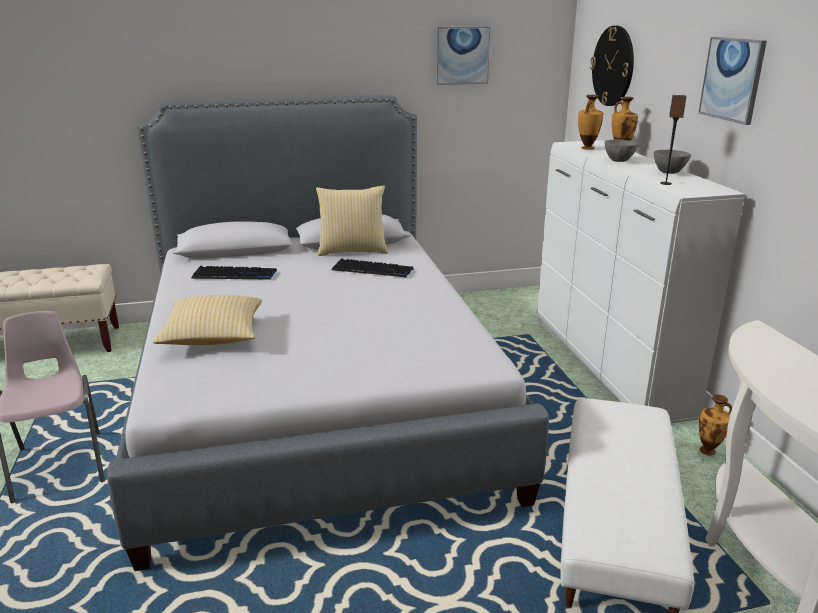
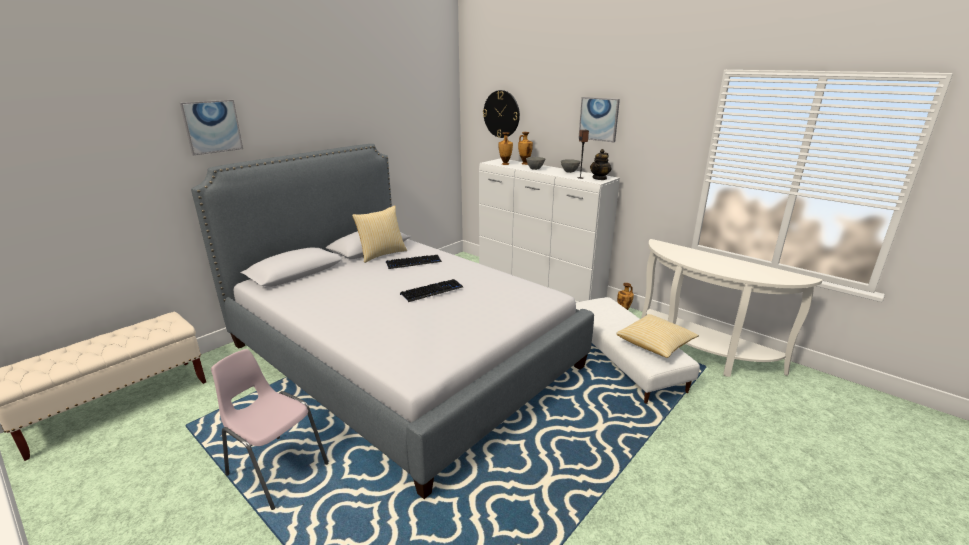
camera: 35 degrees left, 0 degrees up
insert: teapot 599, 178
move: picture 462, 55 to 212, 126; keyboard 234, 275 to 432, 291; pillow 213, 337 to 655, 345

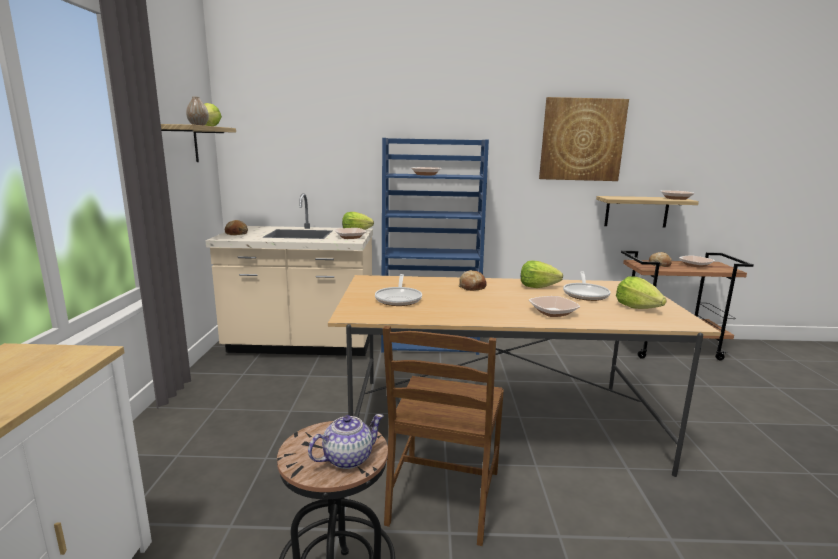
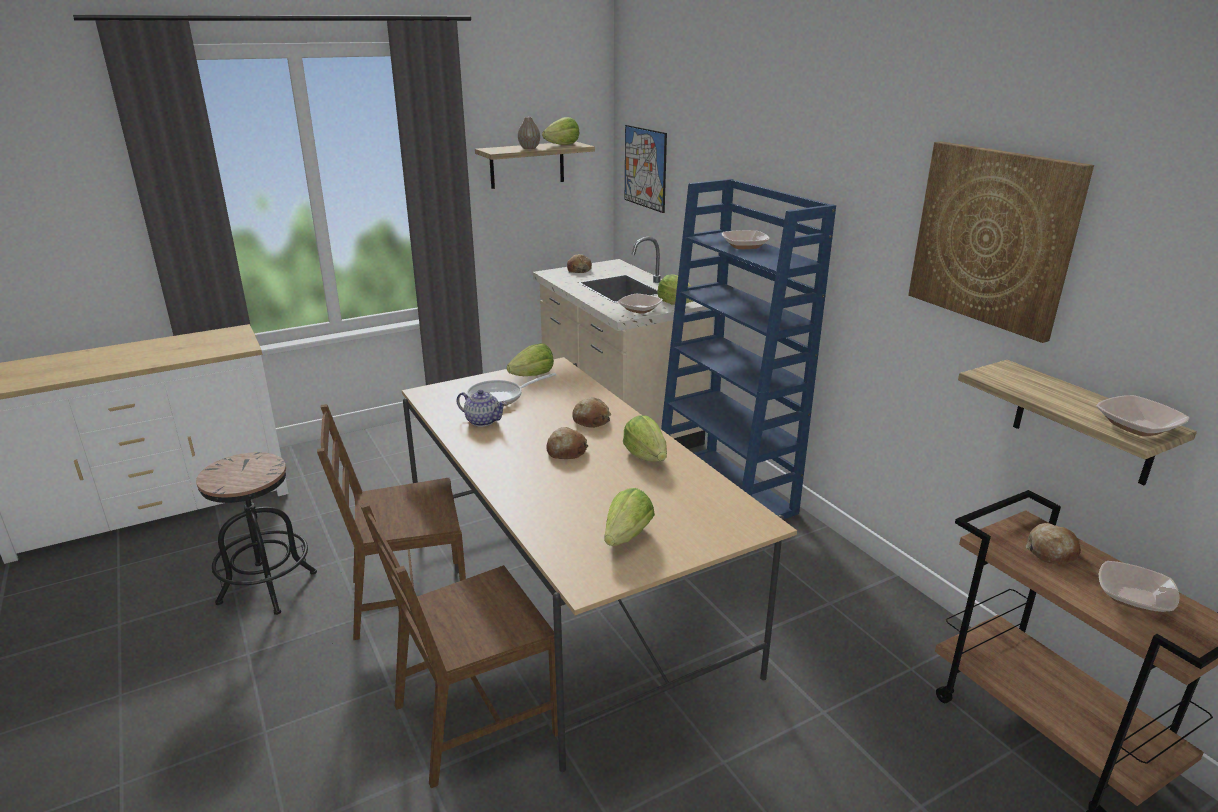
camera: 60 degrees right, 10 degrees up
delete: bowl 553, 312; frying pan 585, 294
insert: brown chair 474, 719; lettuce 533, 375; bread 566, 451; picture 645, 168
move: teapot 347, 458 to 482, 421

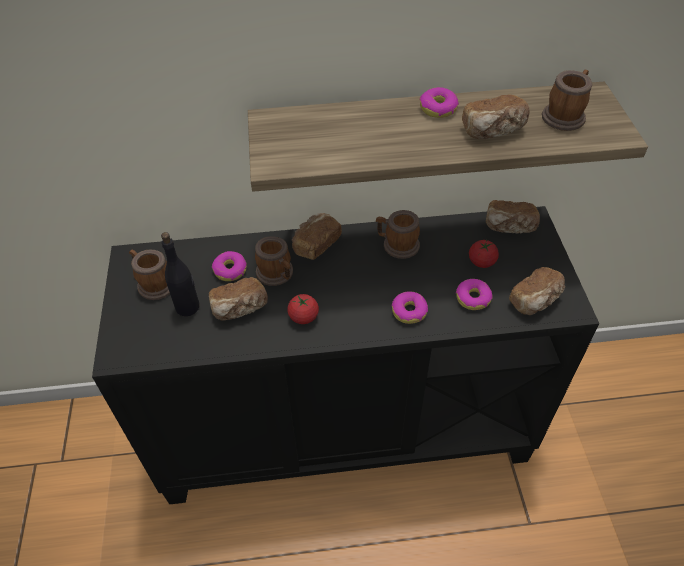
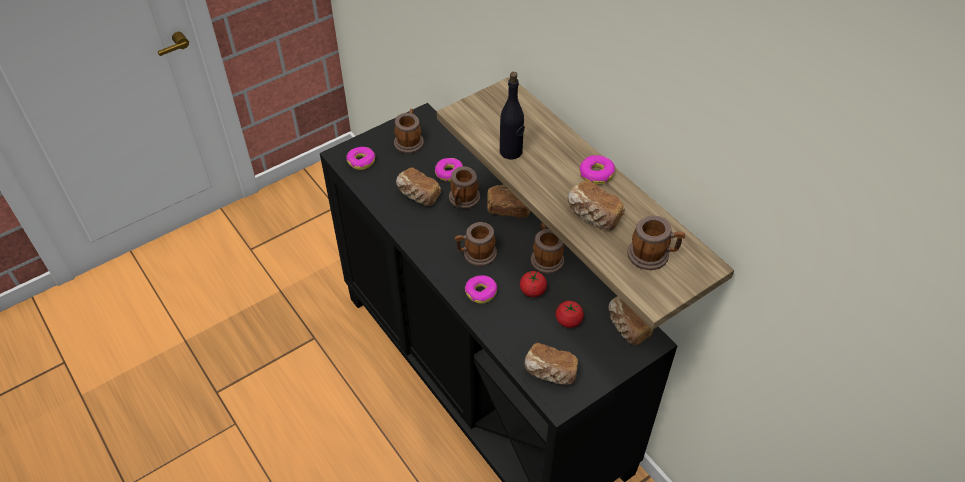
camera: 60 degrees right, 0 degrees up
insert: mug 476, 254
move: donut 473, 298 to 361, 161; black bottle 188, 307 to 511, 152; tomato 303, 317 to 532, 291

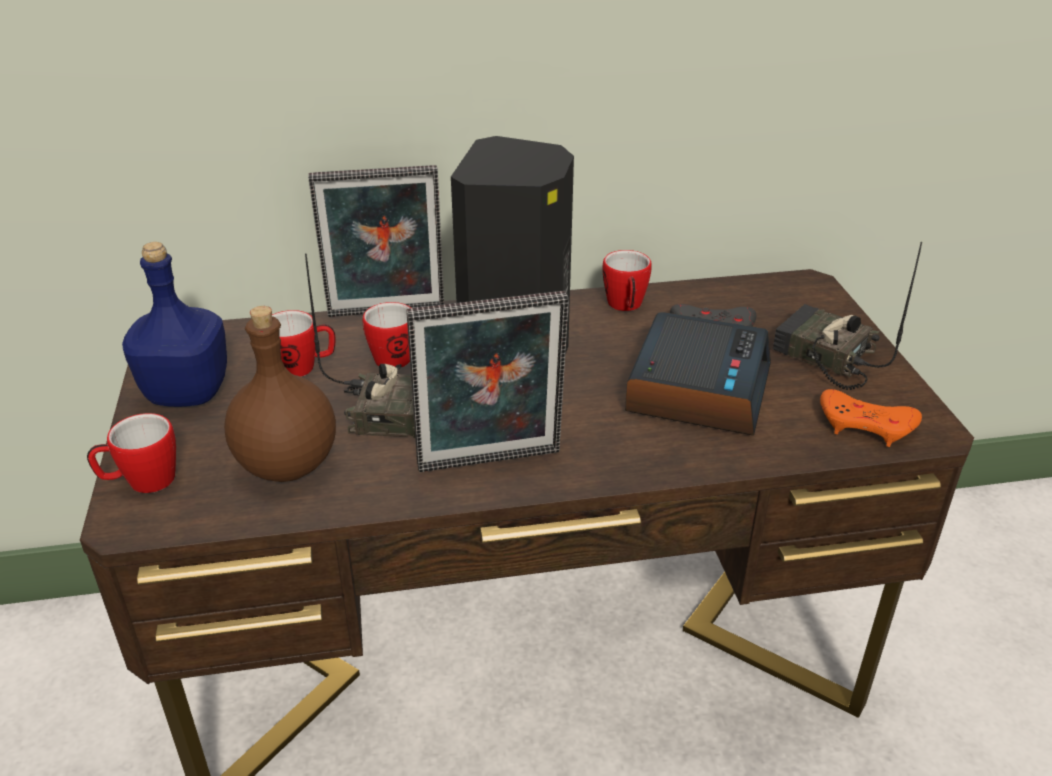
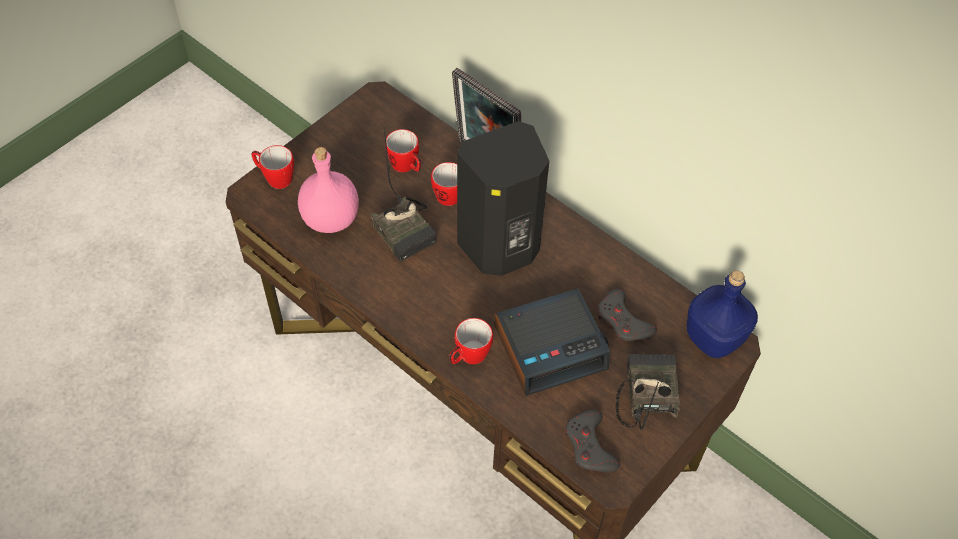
camera: 50 degrees right, 20 degrees up
delete: picture frame 490, 464
move: mug 625, 307 to 468, 356; blue bottle 189, 392 to 714, 339
recolor: brown bottle 288, 466 to pink bottle 330, 220; orange game controller 866, 424 to grey game controller 590, 446

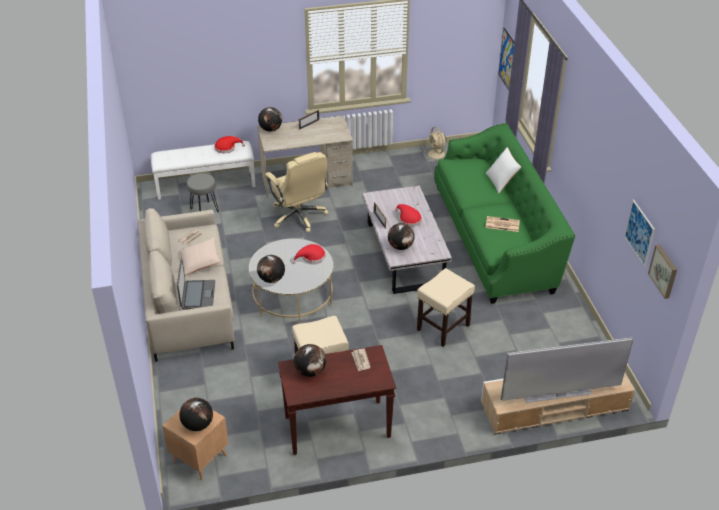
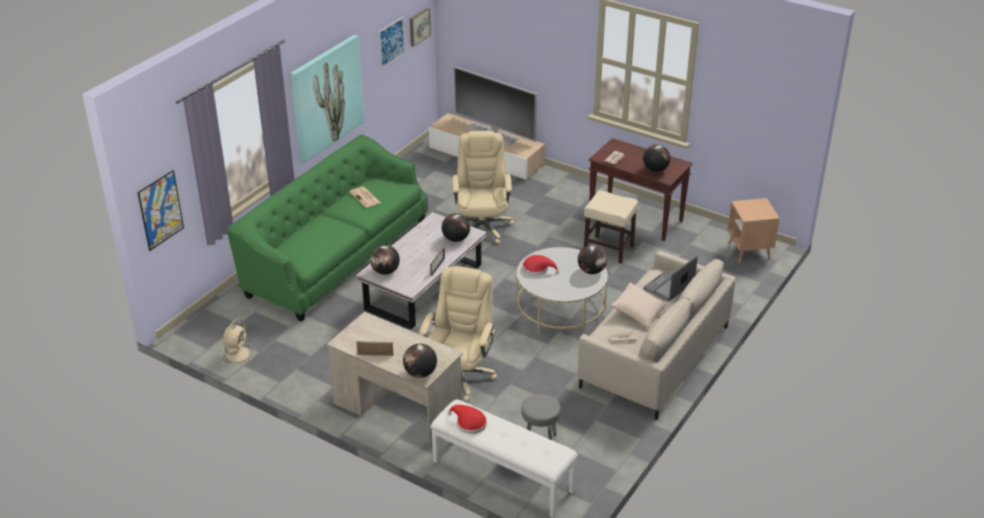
camera: 135 degrees left, 5 degrees down
delete: red hat 408, 219; white pillow 501, 181
insert: picture 326, 97
move: globe 197, 425 to 385, 271
replace: beige stool 443, 328 to beige office chair 482, 227

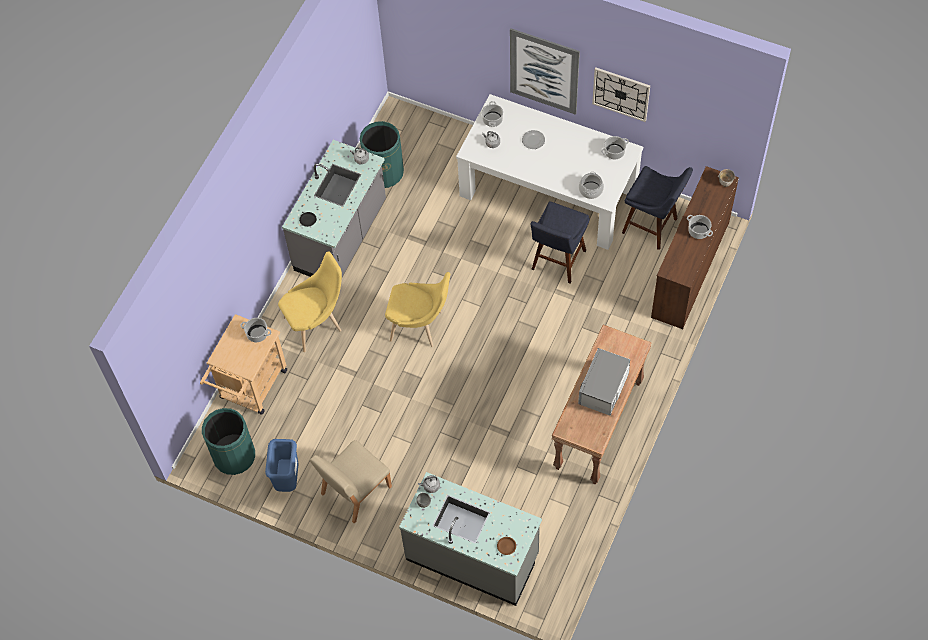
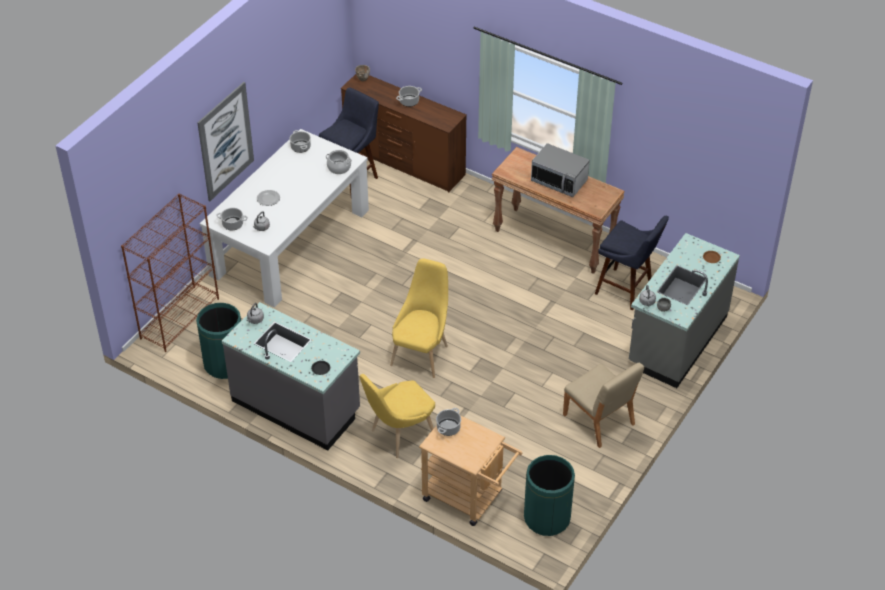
camera: 85 degrees left, 15 degrees down
delete: blue trash can 287, 479; wall clock 621, 94
insert: brown bookcase 180, 318
move: blue stool 557, 263 to 627, 290
rotate: yellow chair 316, 323 = 399, 435 105 degrees counterclockwise

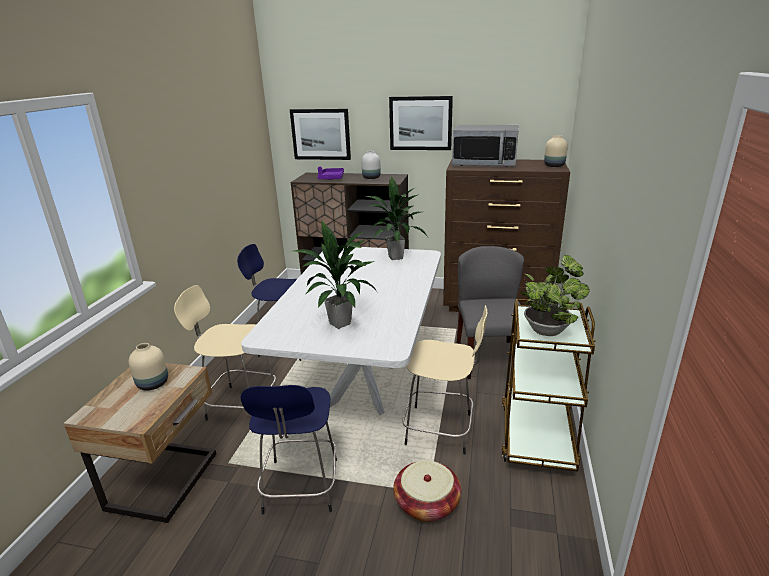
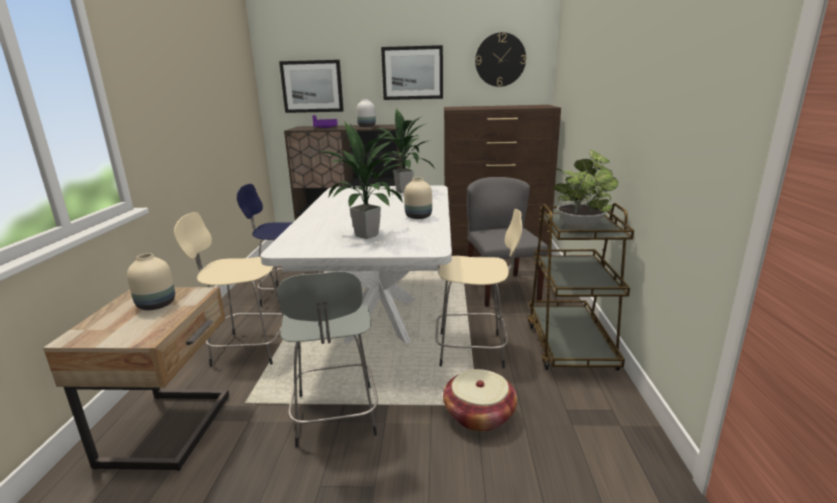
camera: 10 degrees left, 5 degrees down
delete: microwave 484, 164
insert: wall clock 500, 60
move: beige vase 554, 166 to 419, 217
recolor: blue stool 300, 488 to grey stool 336, 417

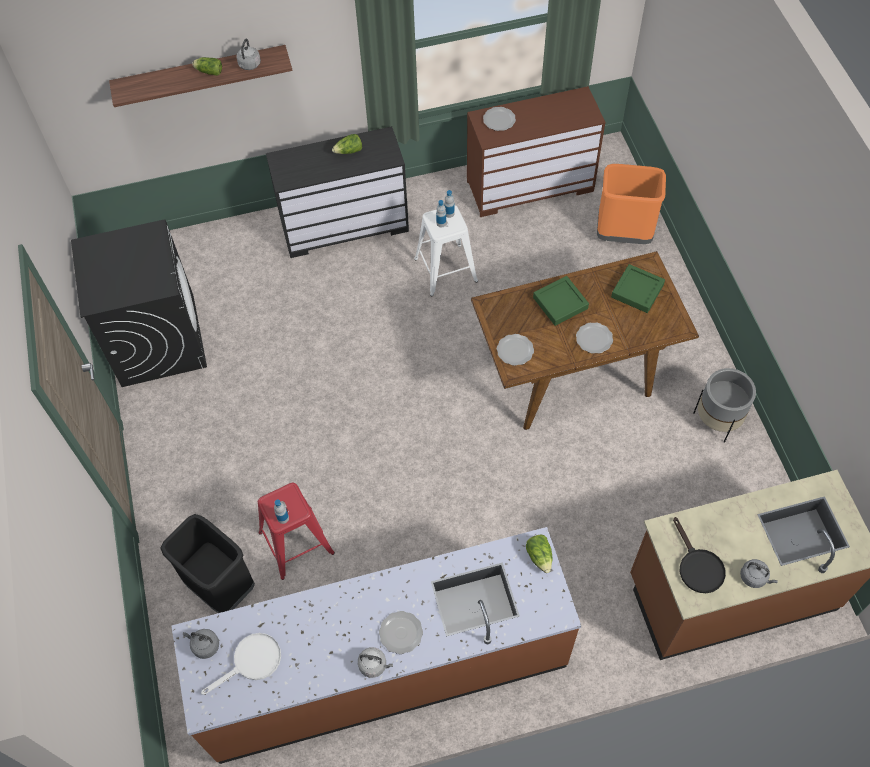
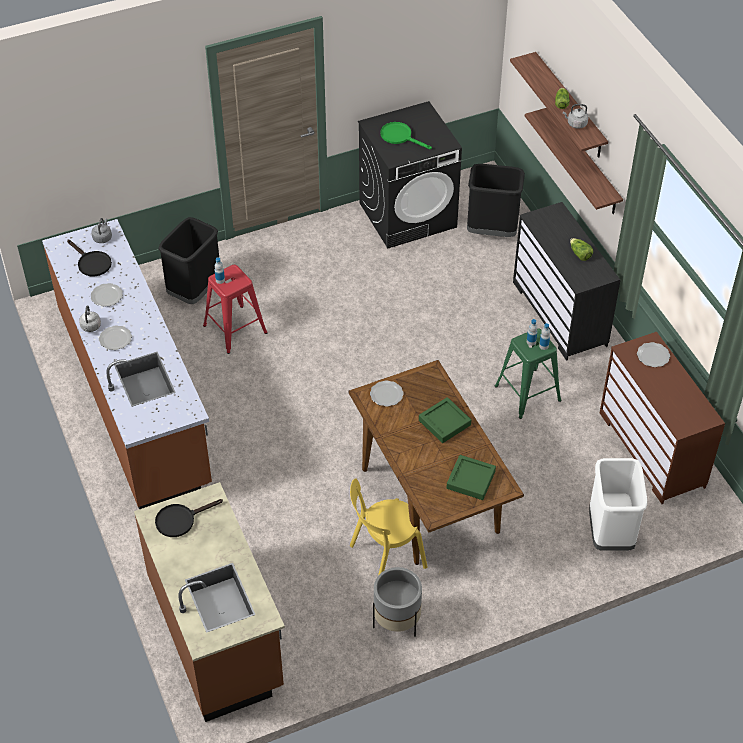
camera: 80 degrees right, 10 degrees down
delete: lettuce 540, 556; grey kettle 754, 577
insert: yellow chair 384, 558; green frying pan 400, 136; black trash can 492, 231; shelf 584, 162
move: plate 593, 339 to 107, 295
recolor: white frying pan 251, 662 to black frying pan 91, 263; white stool 446, 270 to green stool 527, 394; orange trash can 623, 234 to white trash can 610, 533

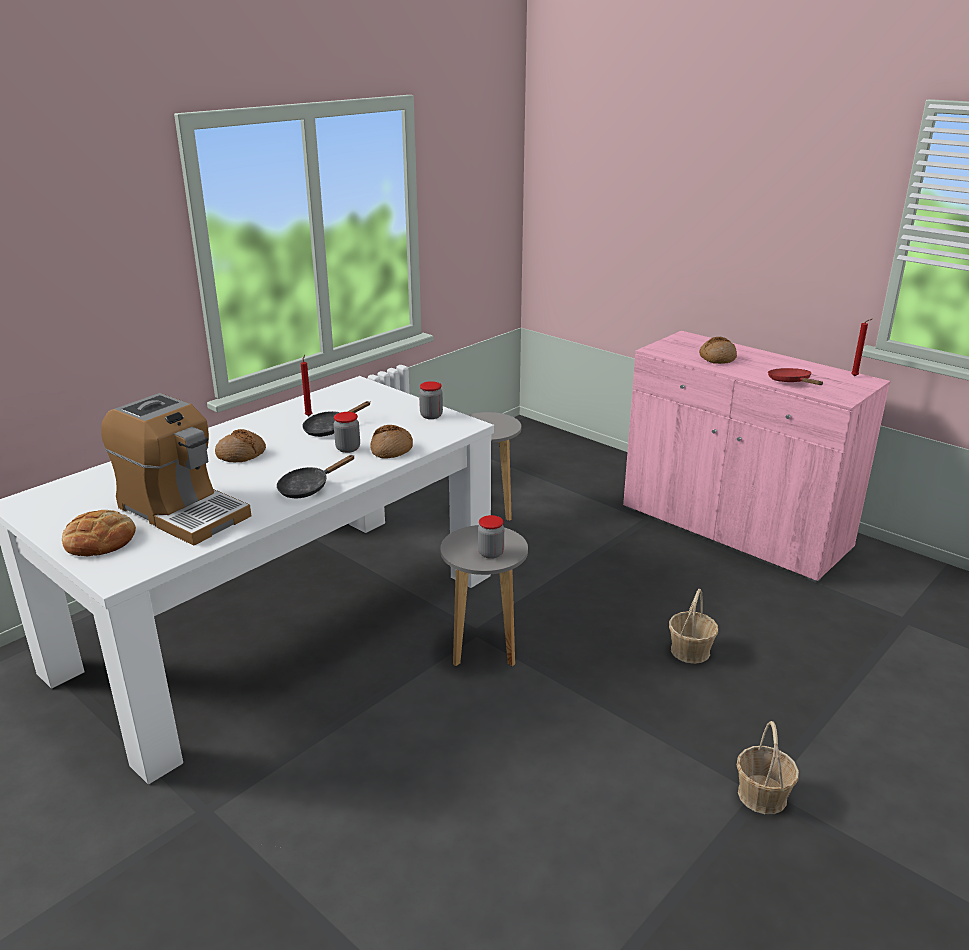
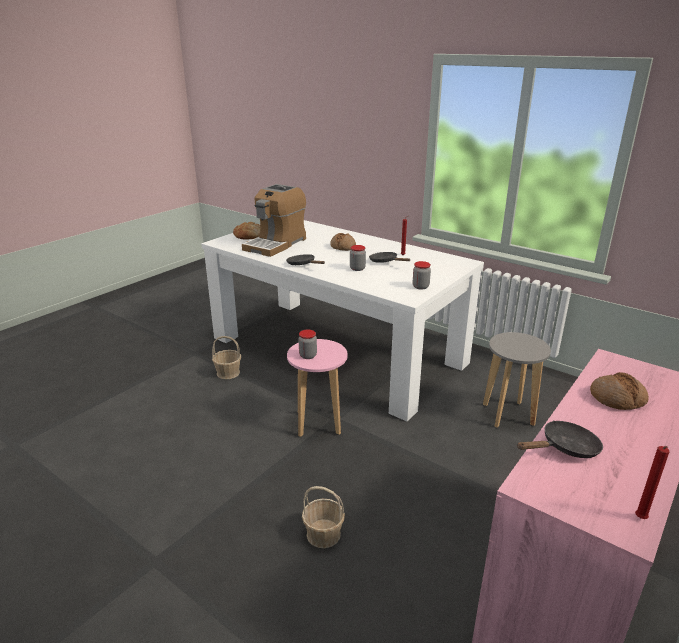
camera: 85 degrees right, 0 degrees up
delete: bread 391, 449
move: basket 762, 796 to 228, 373
recolor: grey stool 484, 648 to pink stool 318, 423; red frying pan 791, 382 to black frying pan 565, 448

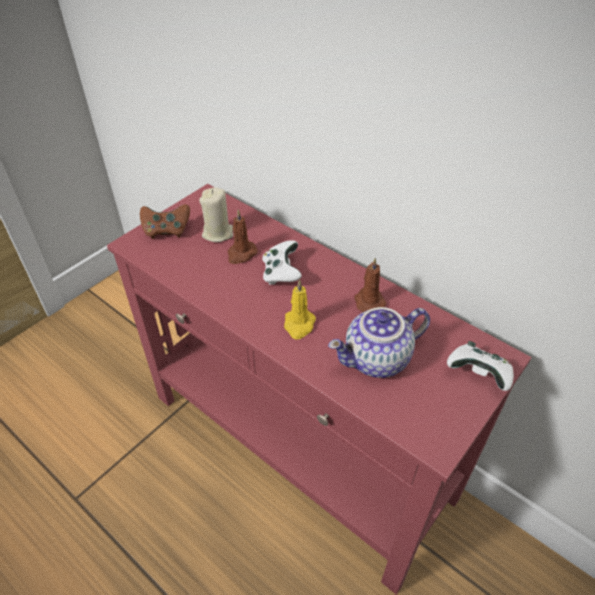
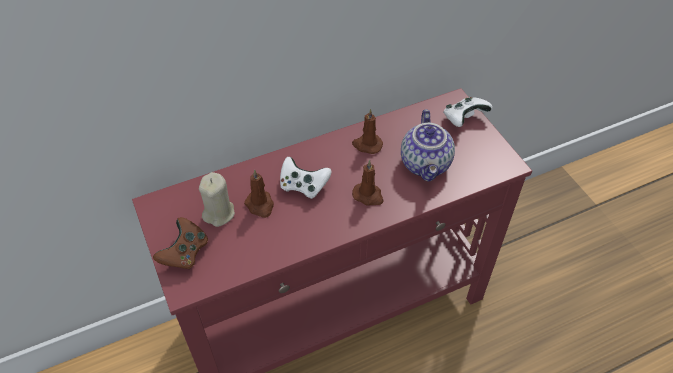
camera: 65 degrees left, 5 degrees up
recolor: yellow candle 299, 325 to brown candle 368, 195

